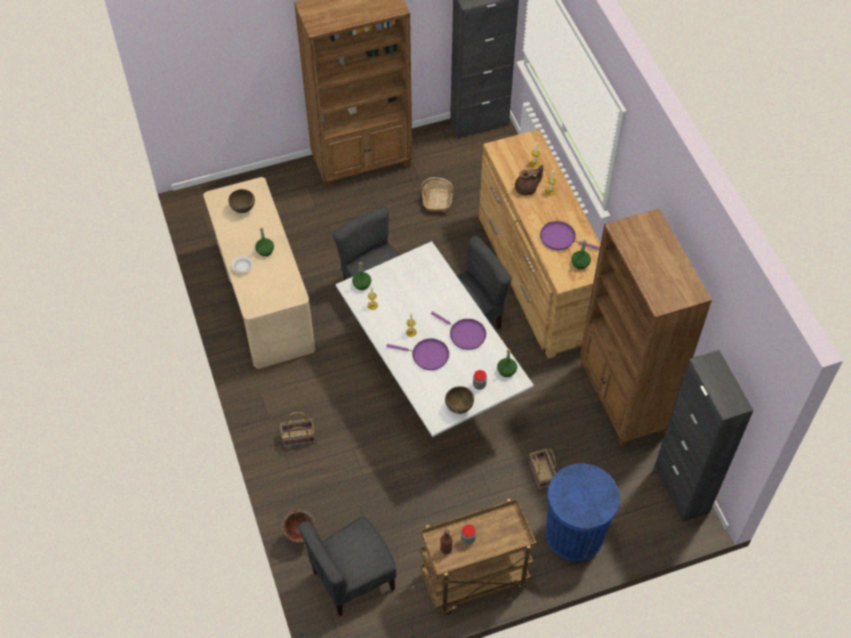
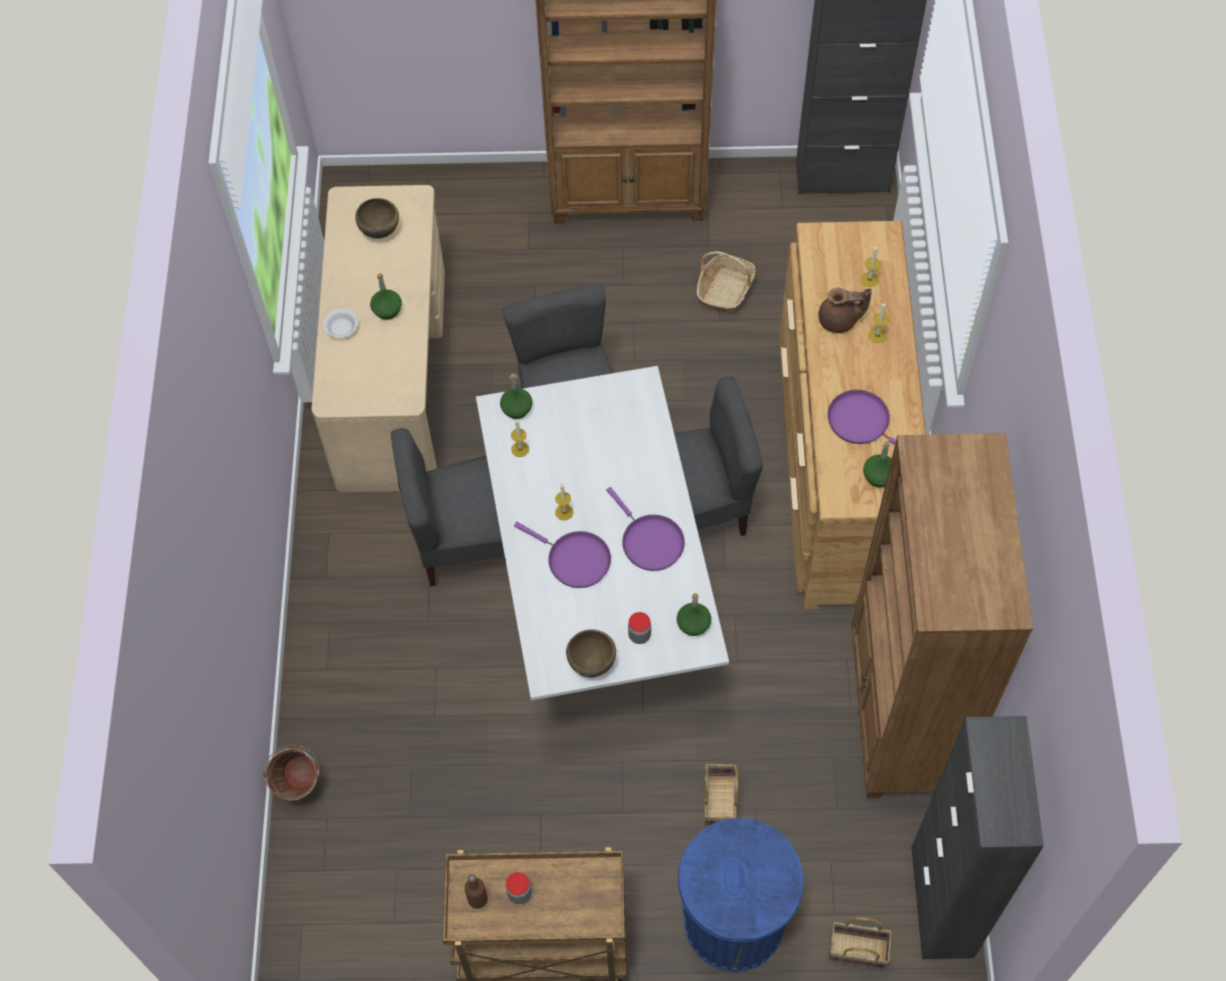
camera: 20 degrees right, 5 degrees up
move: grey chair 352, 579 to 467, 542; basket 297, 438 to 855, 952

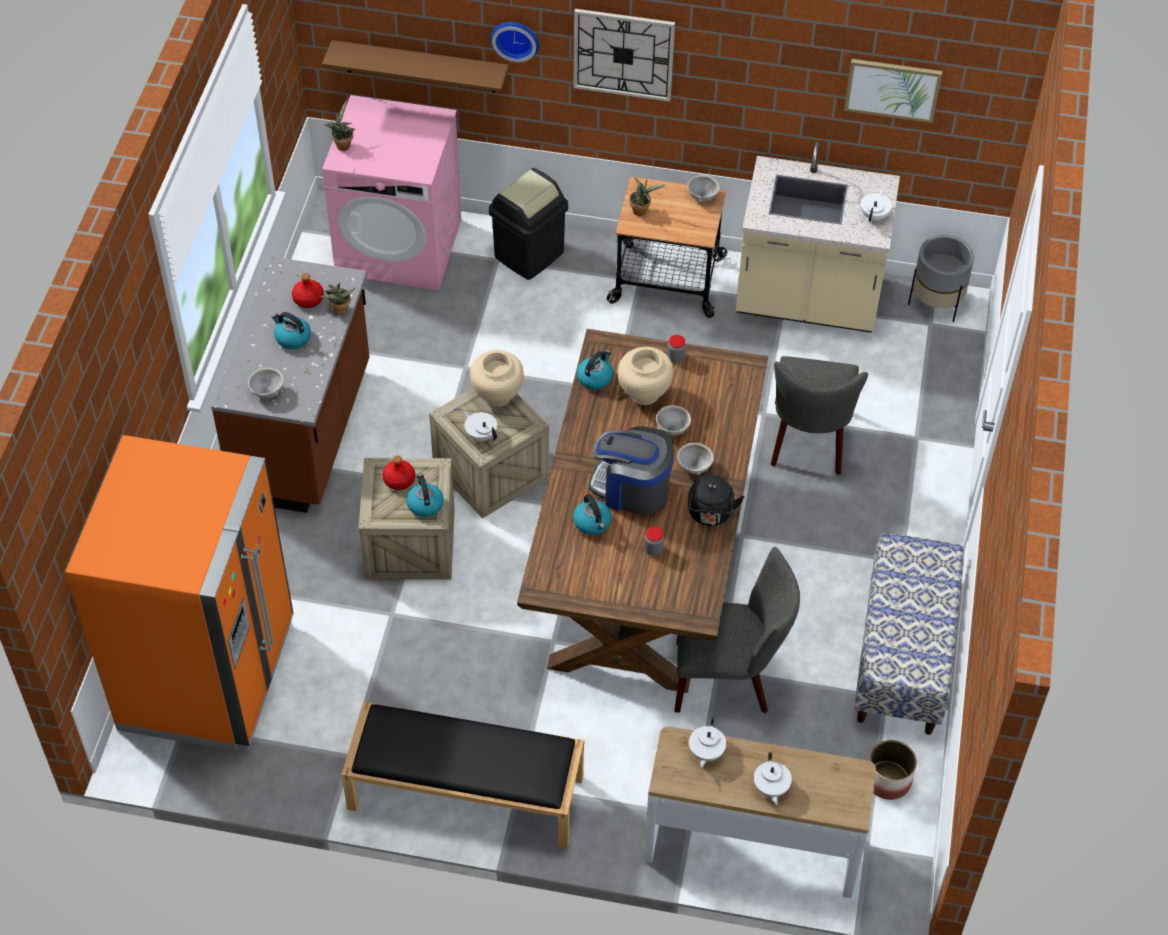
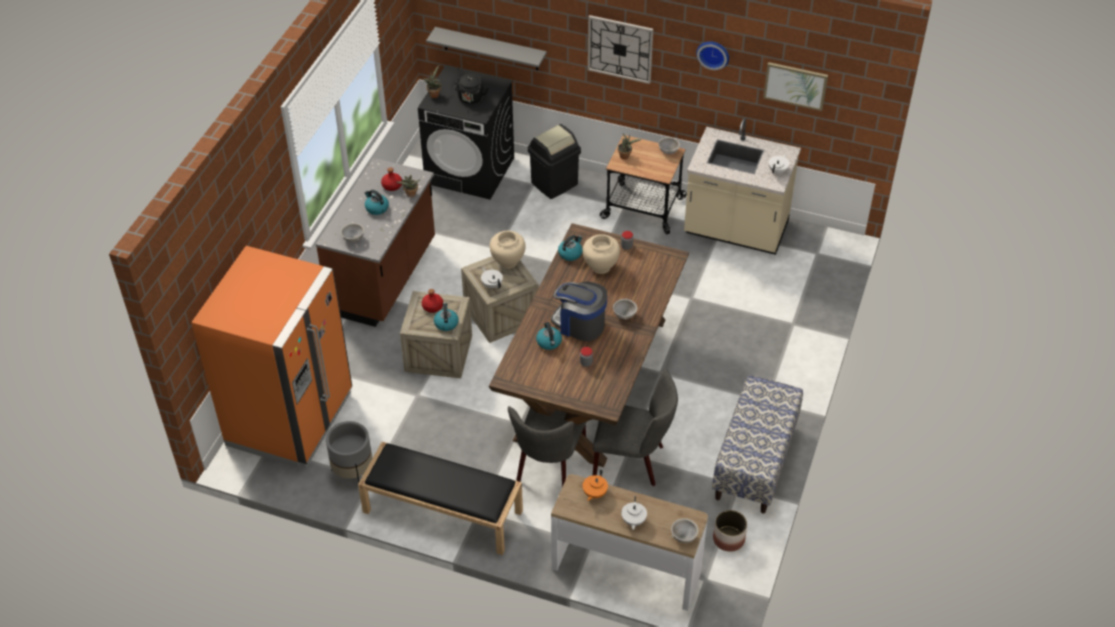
camera: 10 degrees right, 5 degrees down
move: grey planter 935, 304 to 353, 472; black kettle 710, 514 to 470, 99; grey chair 808, 443 to 548, 468; grey bowl 672, 429 to 683, 536; wall clock 516, 38 to 713, 53
recolor: pink washing machine 400, 247 to black washing machine 470, 170; brown shelf 420, 66 to grey shelf 491, 49; white teapot 705, 753 to orange teapot 594, 493

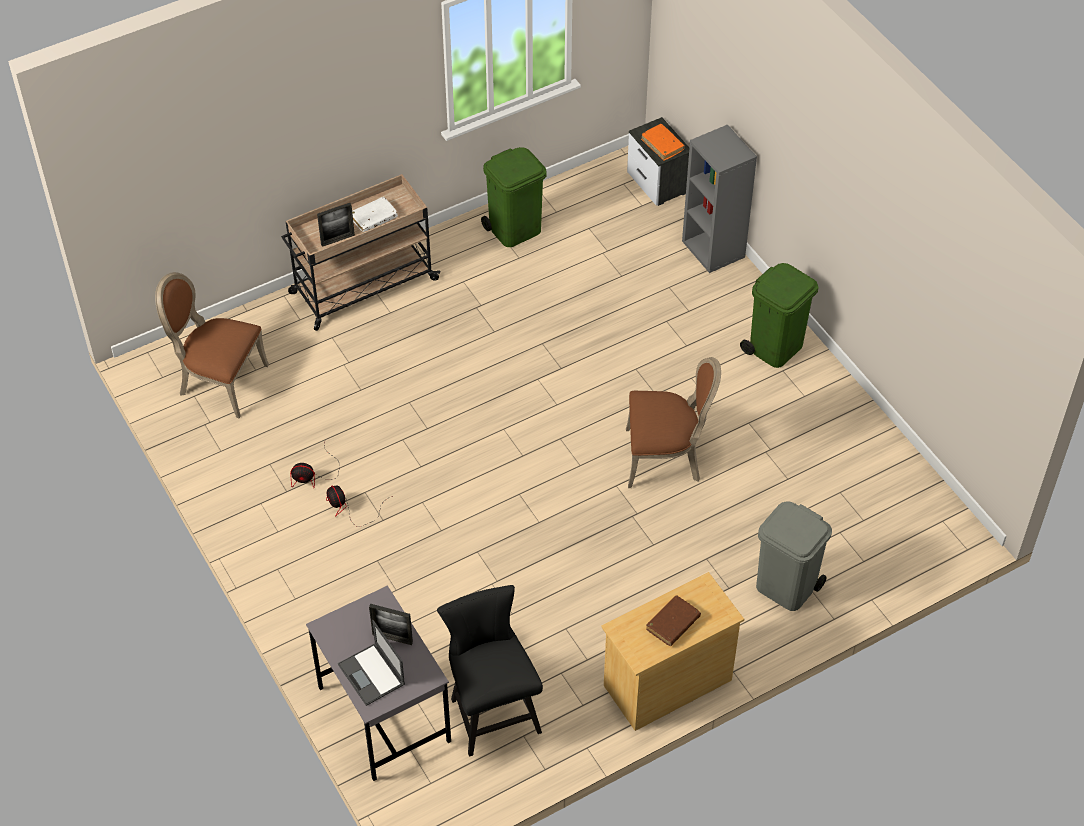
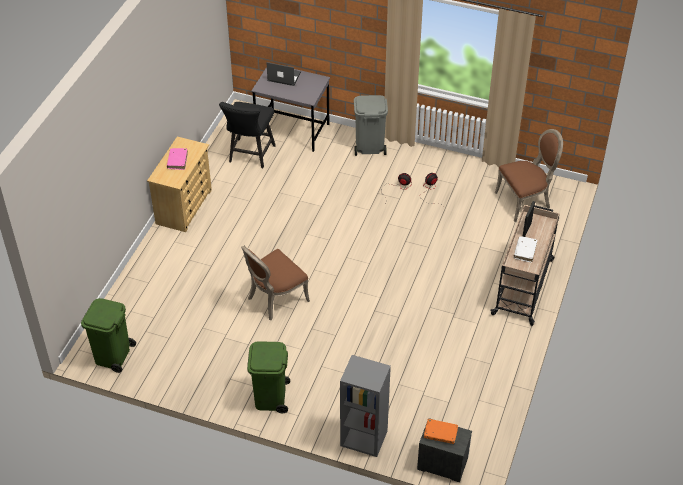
camera: 140 degrees right, 5 degrees down
delete: picture frame 392, 638
move: green trash can 515, 229 to 113, 356; grey trash can 786, 587 to 369, 147
recolor: brown book 673, 624 to pink book 177, 161
rotate: black chair 492, 710 = 250, 156 75 degrees clockwise

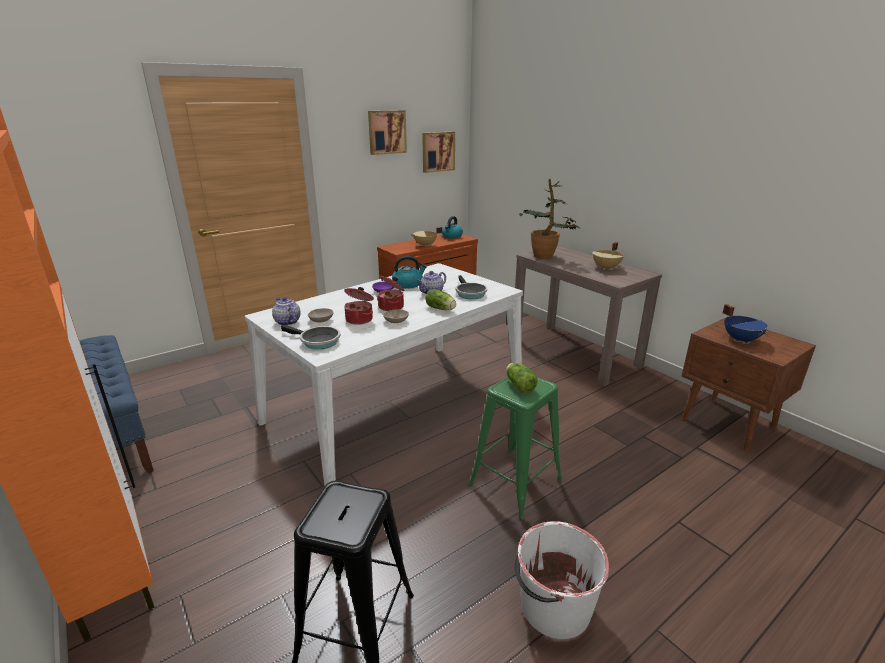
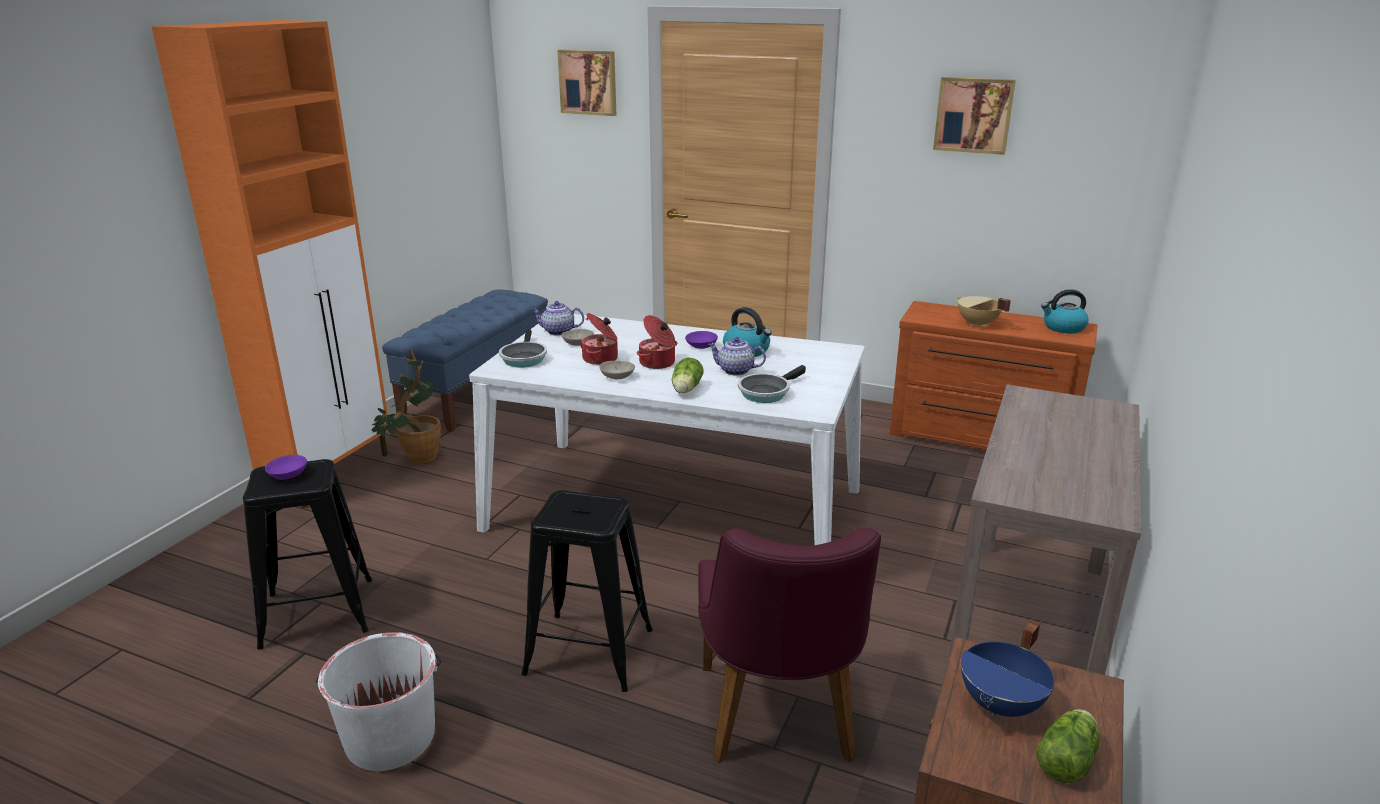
camera: 60 degrees right, 0 degrees up
delete: beige cooking pot 606, 268
insert: purple bowl 289, 475; purple chair 779, 723
move: potted plant 546, 257 to 416, 459; picture 437, 151 to 588, 82; lettuce 519, 385 to 1068, 758
recolor: green stool 515, 482 to black stool 589, 651
rotate: teapot 287, 322 = 557, 331 105 degrees counterclockwise

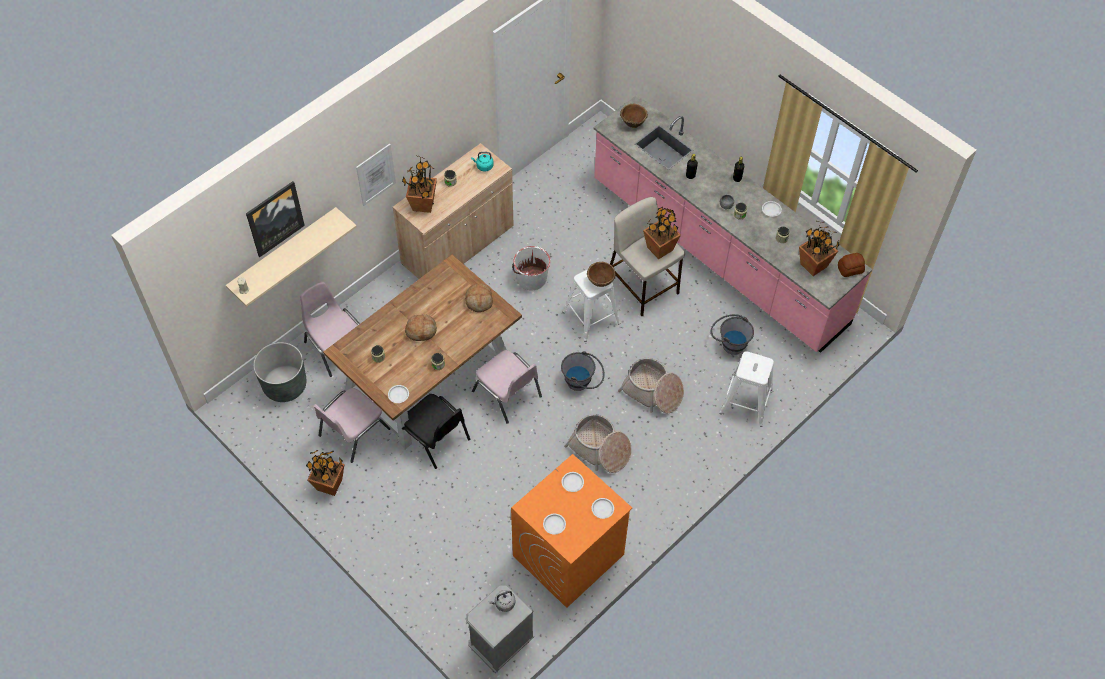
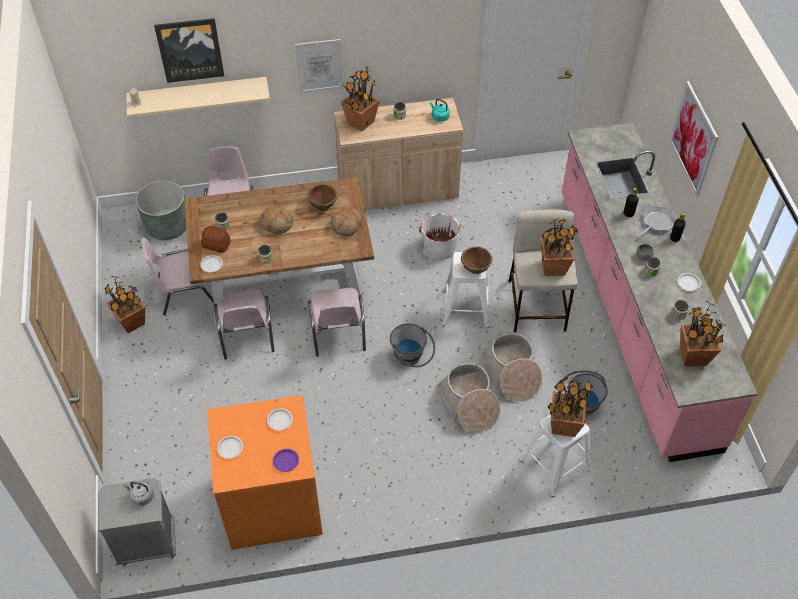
camera: 35 degrees right, 5 degrees down
insert: potted plant 563, 425; frying pan 657, 223; picture 693, 138
move: bread 850, 269 to 216, 244; brown bowl 633, 123 to 323, 205; basket 599, 449 to 512, 373
recolor: black chair 435, 438 to pink chair 246, 334; white plate 602, 509 to purple plate 286, 461

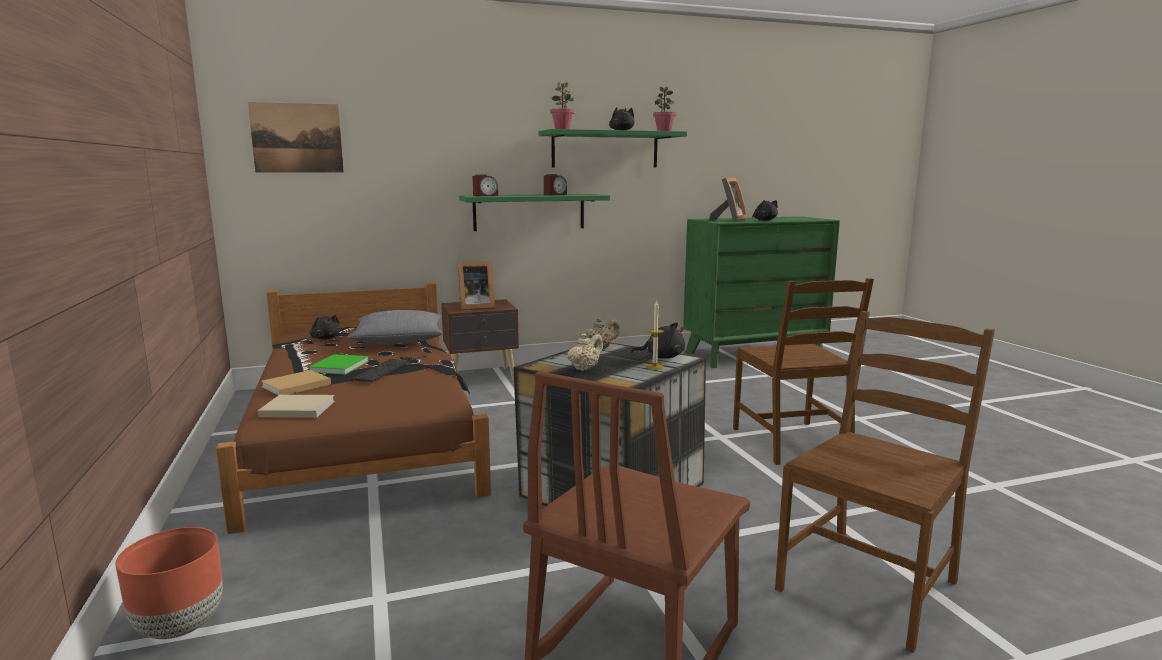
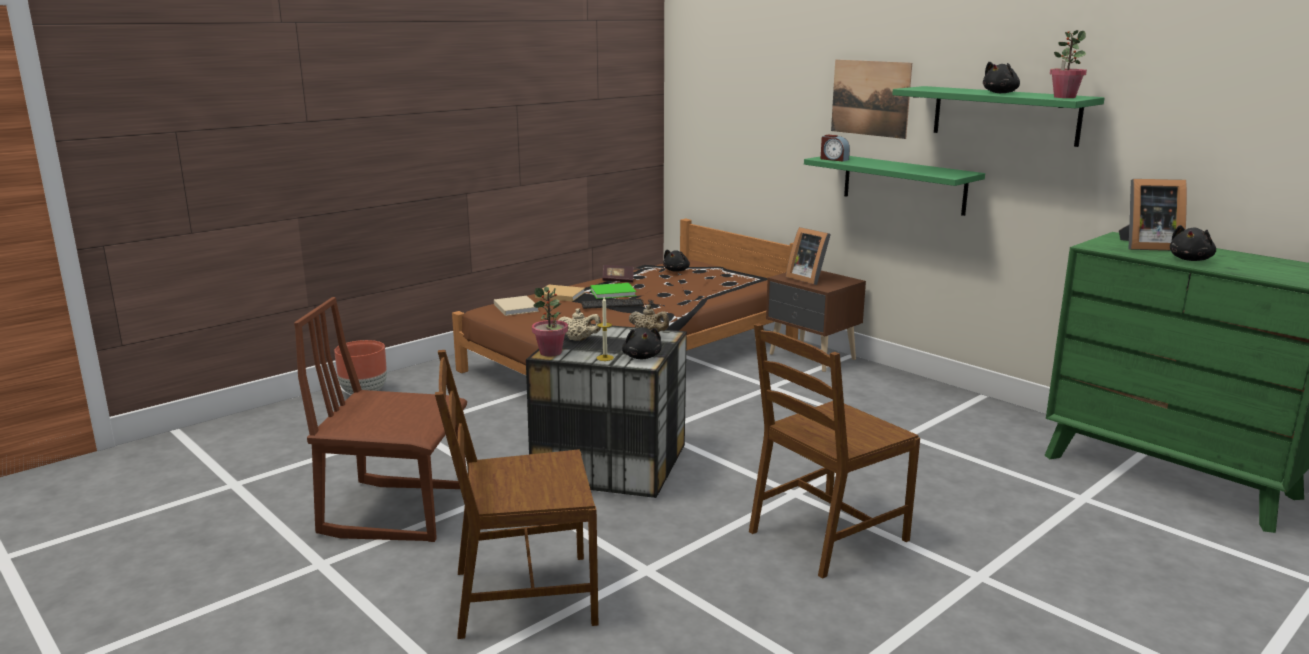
camera: 65 degrees right, 5 degrees up
delete: grey pillow 399, 340; alarm clock 555, 194
insert: book 618, 280
move: potted plant 562, 129 to 551, 352; picture 297, 138 to 870, 98
rotate: brown chair 869, 585 = 523, 596 150 degrees clockwise

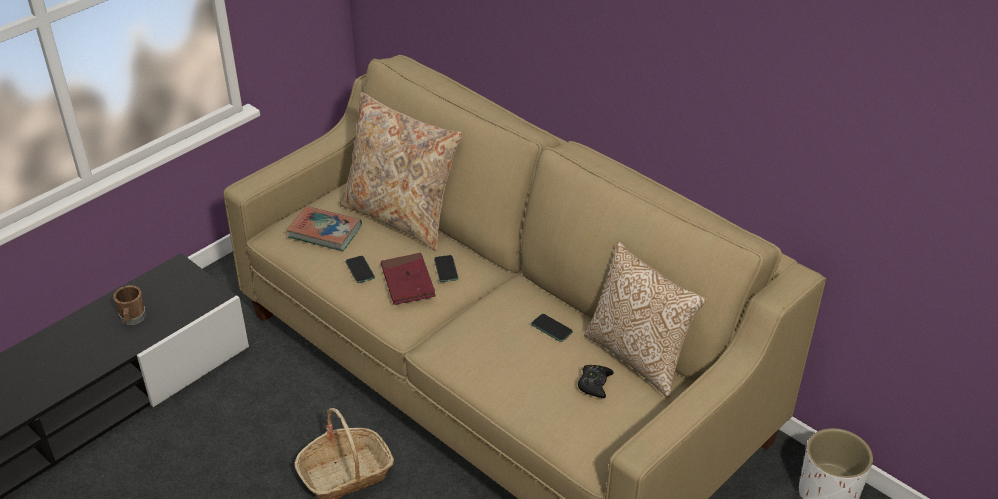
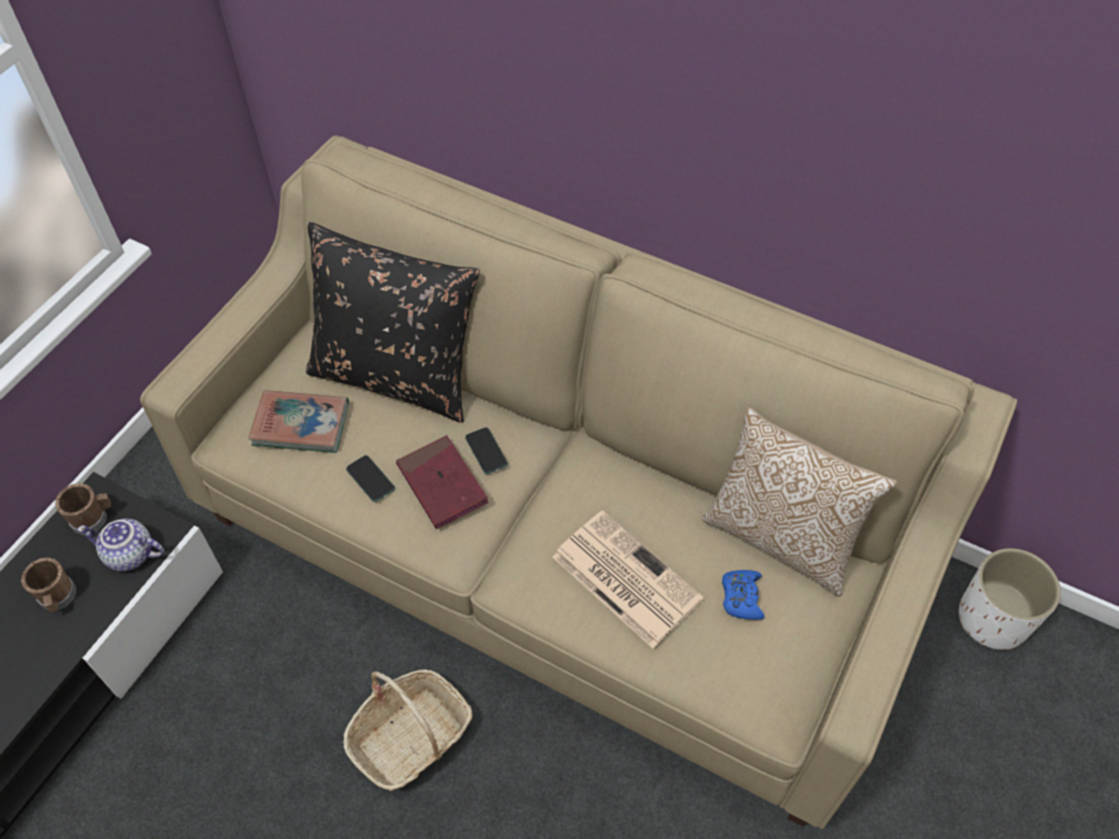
camera: 15 degrees left, 15 degrees up
delete: phone 551, 328
insert: brown mug 93, 518; teapot 129, 555; newspaper 624, 577
recolor: beige pillow 401, 216 to black pillow 397, 375; black game controller 594, 384 to blue game controller 741, 597

